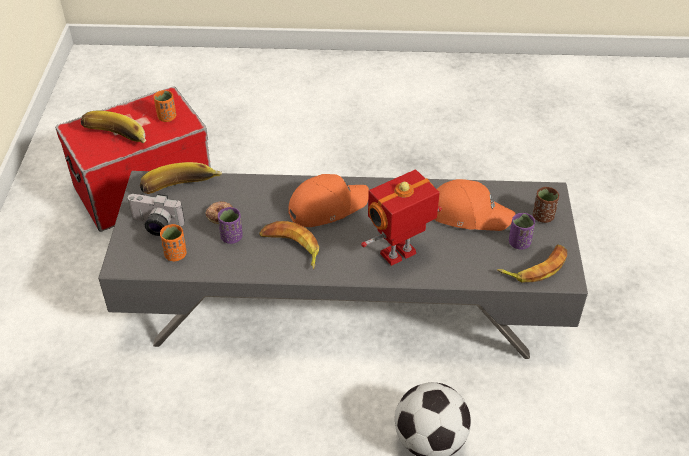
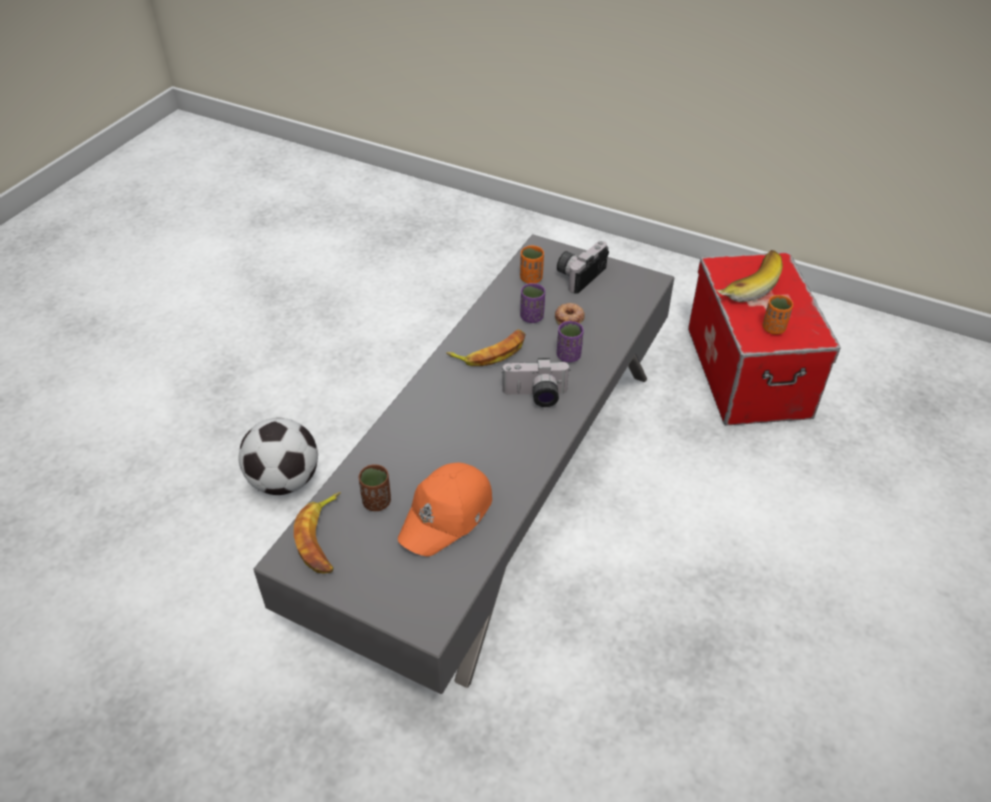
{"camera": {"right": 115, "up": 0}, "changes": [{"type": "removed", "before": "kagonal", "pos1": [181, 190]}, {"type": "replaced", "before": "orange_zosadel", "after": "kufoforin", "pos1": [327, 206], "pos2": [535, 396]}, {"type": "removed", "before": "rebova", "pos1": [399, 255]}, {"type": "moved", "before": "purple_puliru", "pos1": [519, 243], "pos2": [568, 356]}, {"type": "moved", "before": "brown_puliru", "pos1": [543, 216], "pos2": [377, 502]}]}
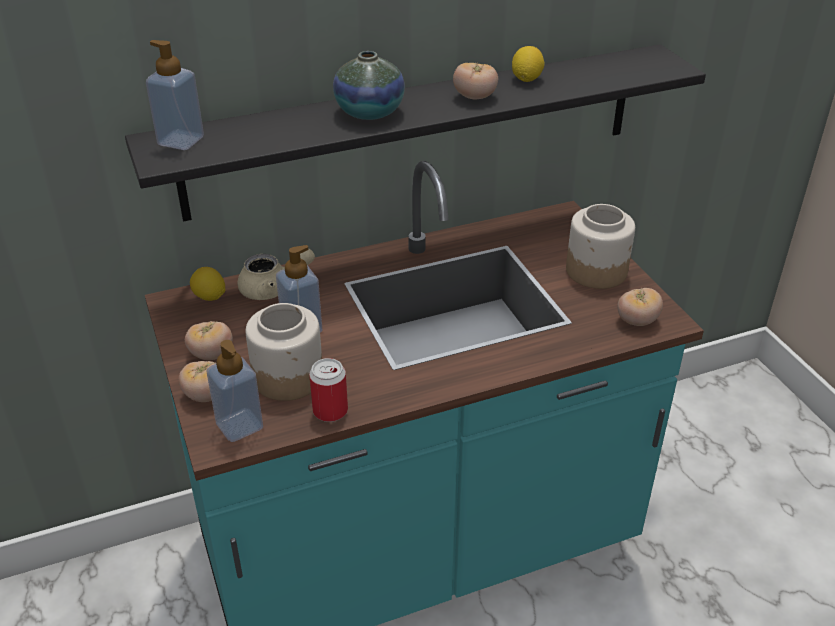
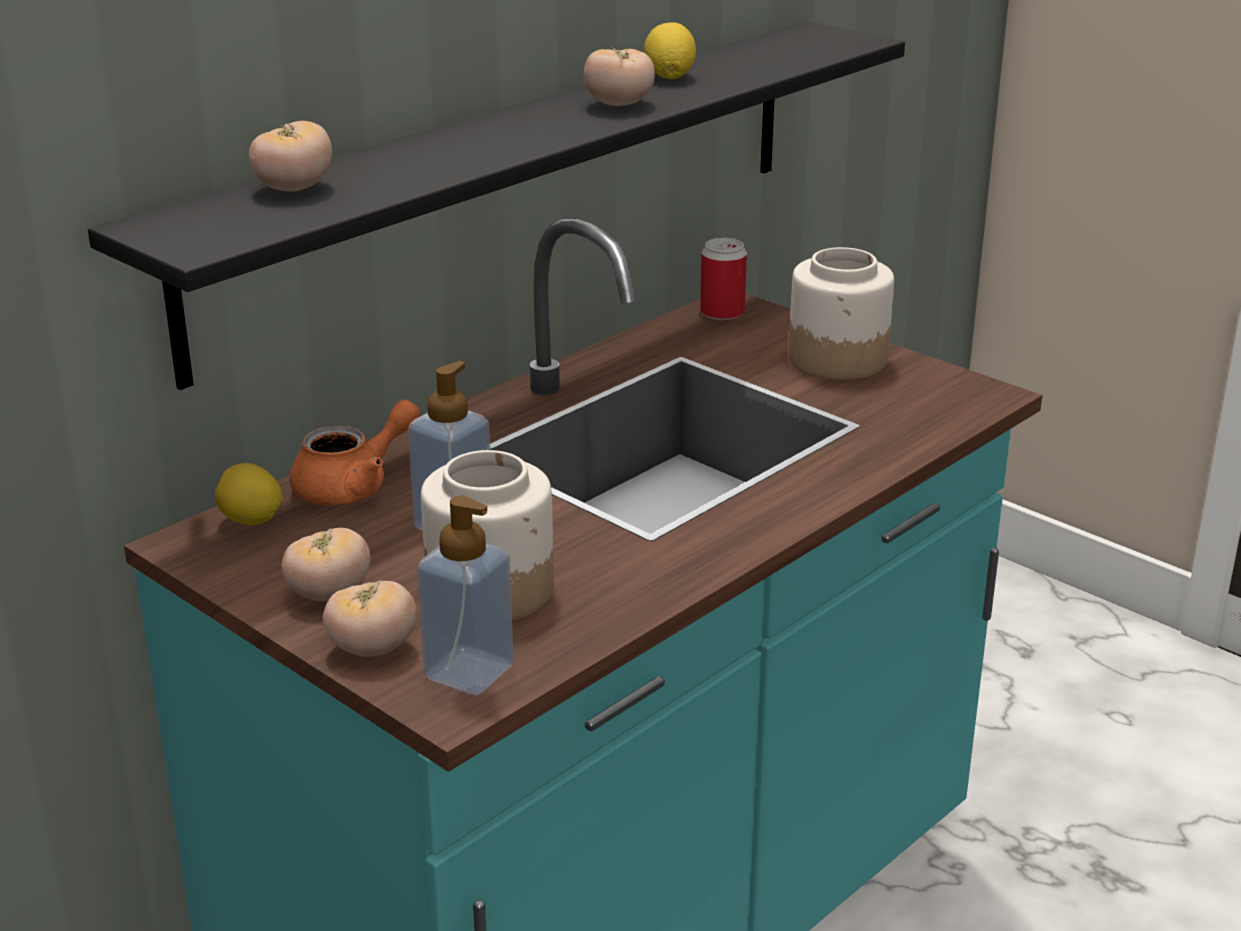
{"camera": {"right": -25, "up": -10}, "changes": [{"type": "removed", "before": "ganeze", "pos1": [181, 141]}, {"type": "recoloured", "before": "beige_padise", "after": "orange_padise", "pos1": [273, 288], "pos2": [354, 486]}, {"type": "moved", "before": "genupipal", "pos1": [330, 411], "pos2": [722, 313]}, {"type": "removed", "before": "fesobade", "pos1": [369, 112]}, {"type": "moved", "before": "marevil", "pos1": [637, 321], "pos2": [293, 189]}]}
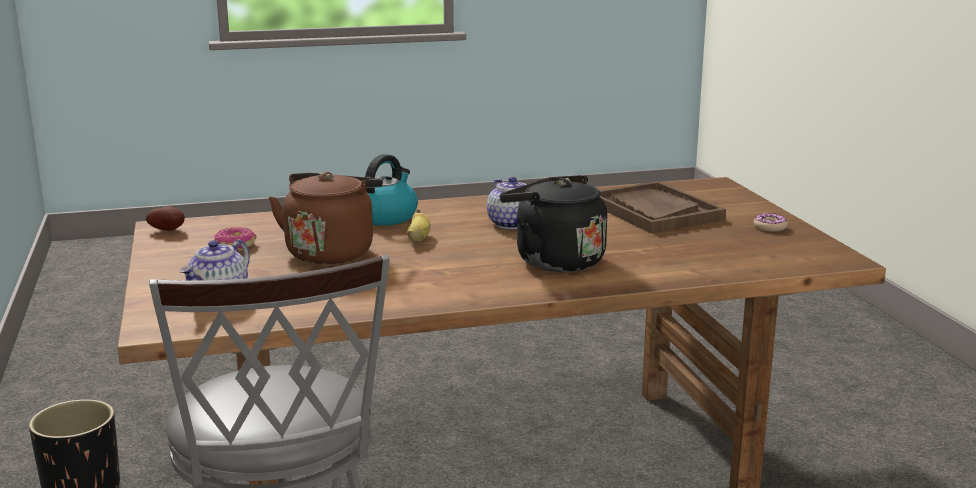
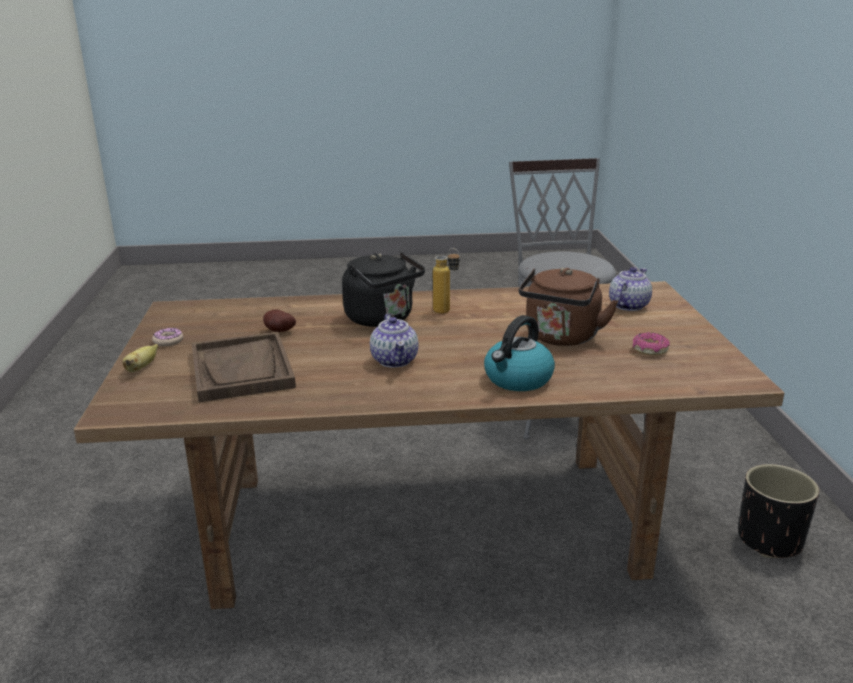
{"camera": {"right": -170, "up": 5}, "changes": [{"type": "moved", "before": "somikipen", "pos1": [168, 230], "pos2": [278, 332]}, {"type": "moved", "before": "kagonal", "pos1": [418, 239], "pos2": [141, 368]}, {"type": "added", "after": "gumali", "pos2": [447, 312]}]}
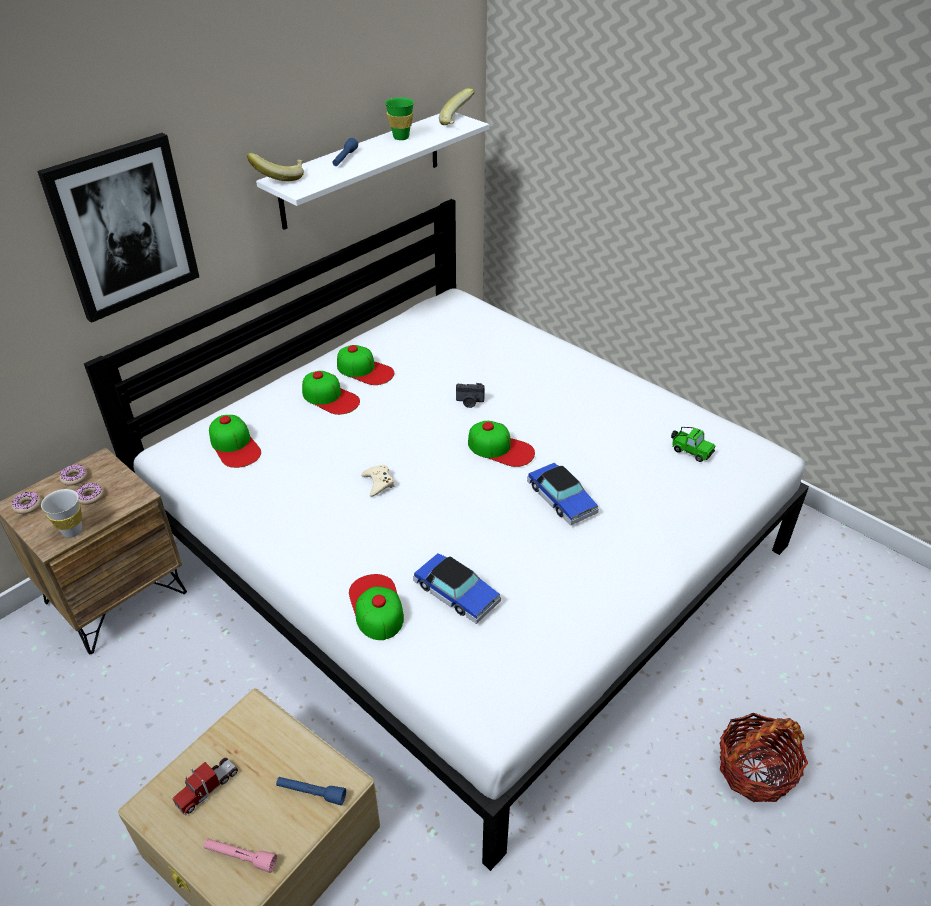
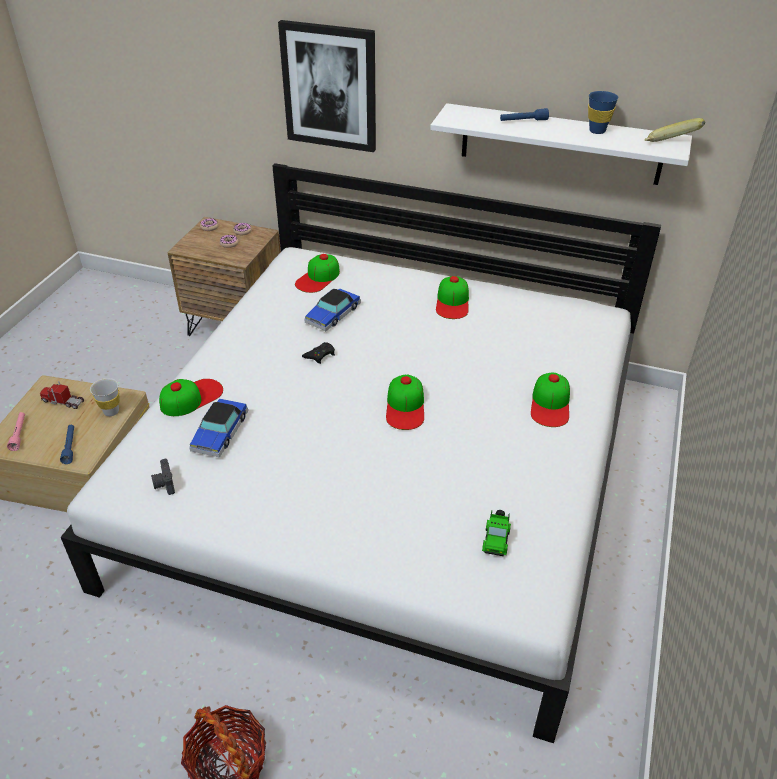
{"camera": {"right": 65, "up": 0}, "changes": [{"type": "moved", "before": "white_puliru", "pos1": [72, 531], "pos2": [111, 411]}, {"type": "removed", "before": "kagonal", "pos1": [280, 178]}, {"type": "moved", "before": "zosadel", "pos1": [330, 397], "pos2": [550, 404]}, {"type": "recoloured", "before": "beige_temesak", "after": "black_temesak", "pos1": [378, 483], "pos2": [320, 355]}, {"type": "recoloured", "before": "green_puliru", "after": "blue_puliru", "pos1": [401, 137], "pos2": [597, 131]}, {"type": "moved", "before": "kufoforin", "pos1": [469, 402], "pos2": [164, 484]}, {"type": "moved", "before": "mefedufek", "pos1": [561, 499], "pos2": [333, 315]}]}
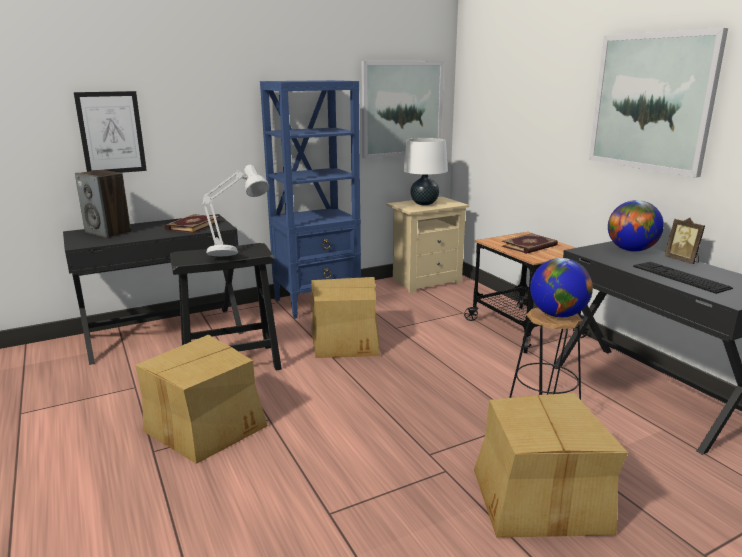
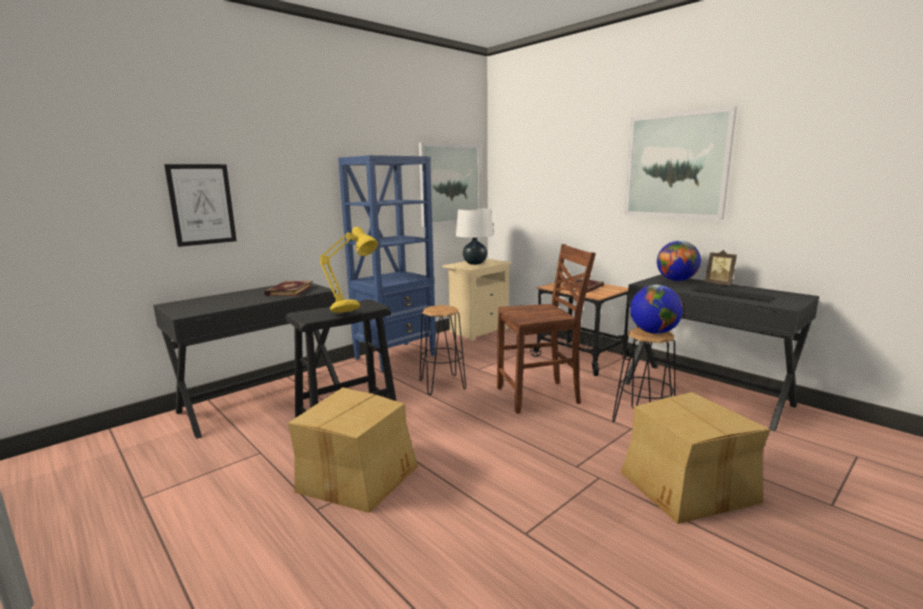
{"camera": {"right": -15, "up": -5}, "changes": [{"type": "removed", "before": "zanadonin", "pos1": [108, 232]}, {"type": "recoloured", "before": "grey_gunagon", "after": "yellow_gunagon", "pos1": [236, 252], "pos2": [352, 308]}, {"type": "replaced", "before": "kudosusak", "after": "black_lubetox", "pos1": [346, 341], "pos2": [442, 384]}, {"type": "added", "after": "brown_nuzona", "pos2": [540, 396]}]}
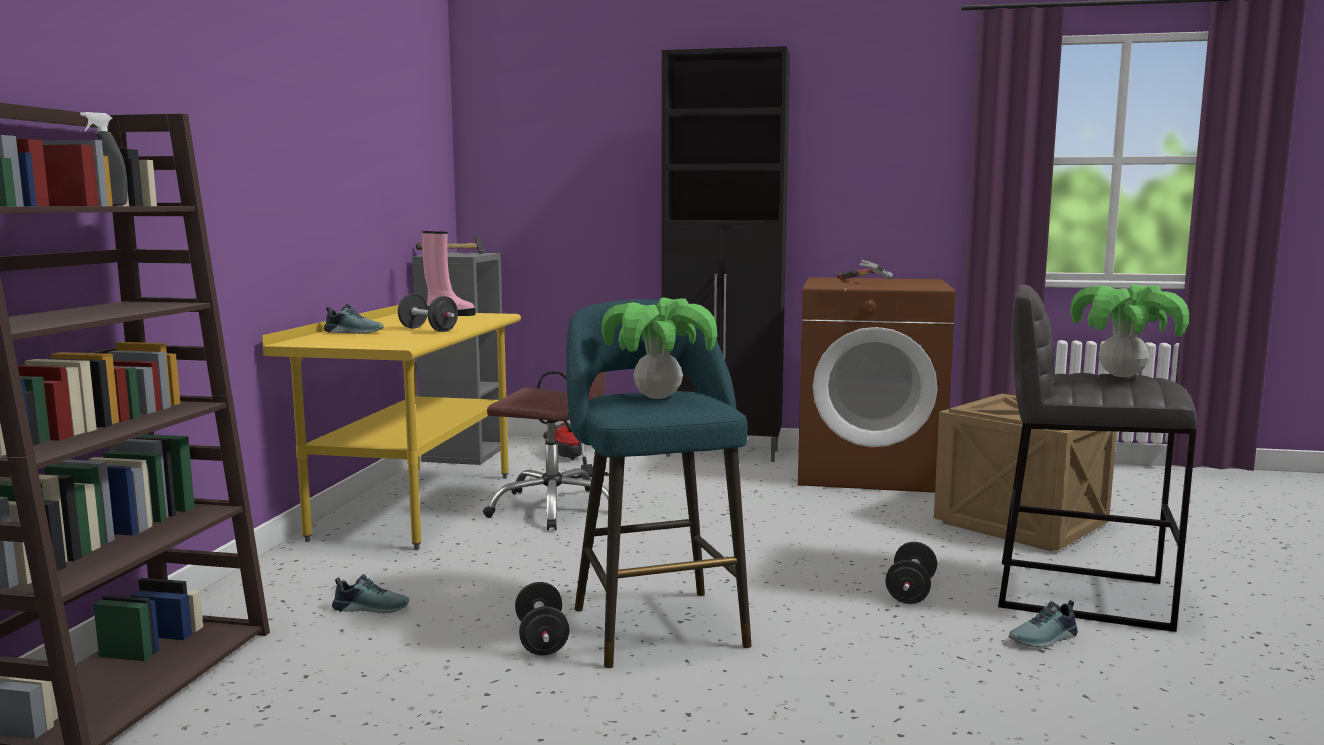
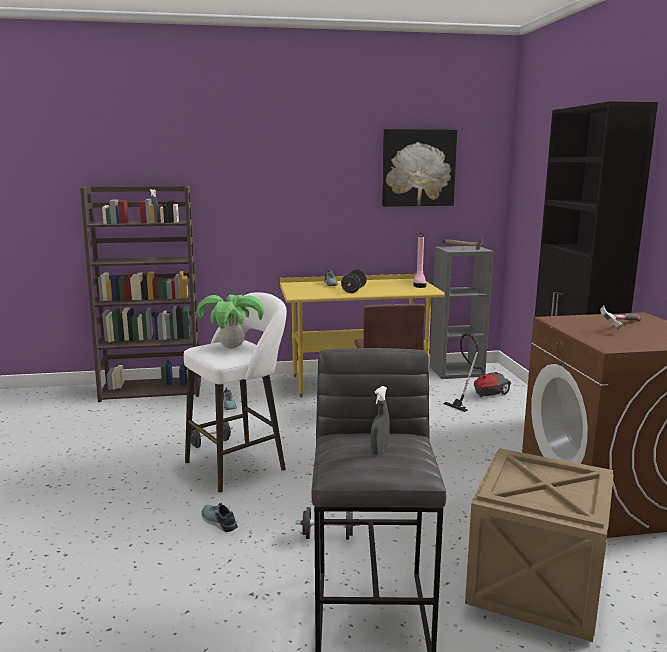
{"camera": {"right": 70, "up": 5}, "changes": [{"type": "recoloured", "before": "turquoise_lubetox", "after": "white_lubetox", "pos1": [655, 622], "pos2": [240, 464]}, {"type": "moved", "before": "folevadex", "pos1": [1045, 639], "pos2": [218, 522]}, {"type": "replaced", "before": "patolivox", "after": "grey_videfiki", "pos1": [1122, 376], "pos2": [379, 450]}, {"type": "added", "after": "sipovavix", "pos2": [418, 168]}]}
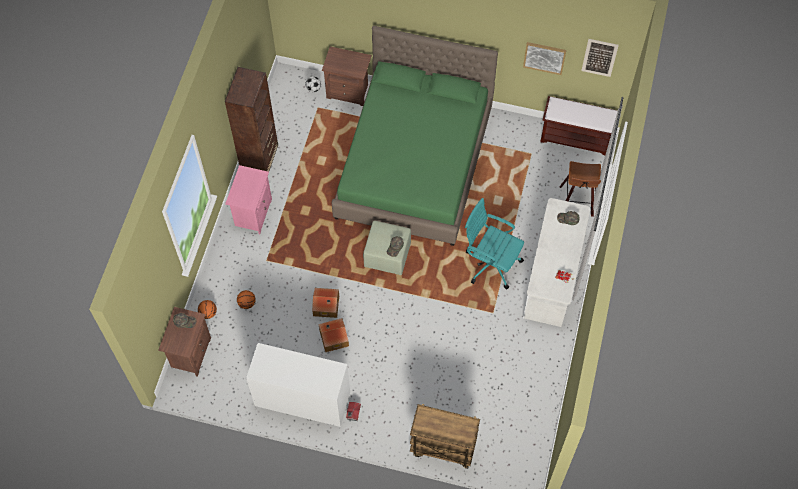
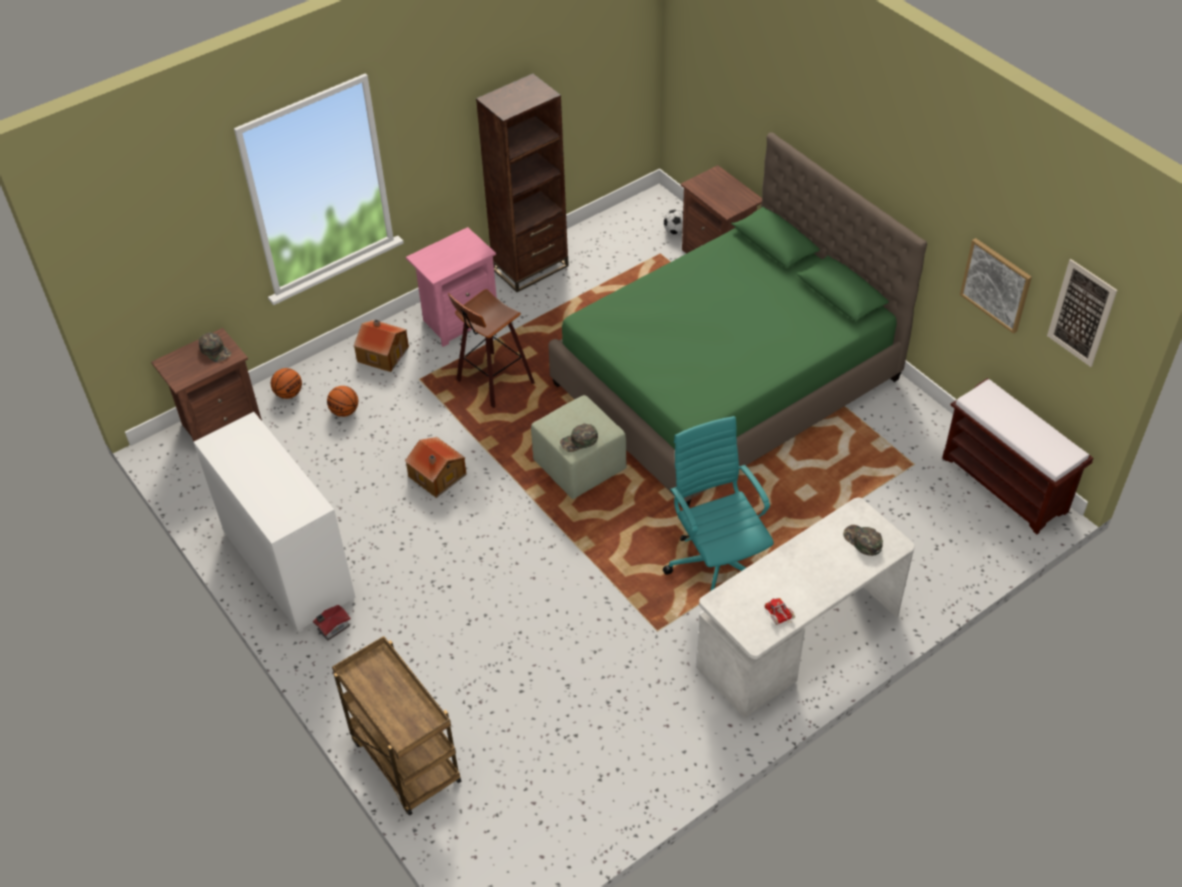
{"camera": {"right": 40, "up": -15}, "changes": [{"type": "moved", "before": "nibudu", "pos1": [333, 338], "pos2": [382, 353]}, {"type": "moved", "before": "lubetox", "pos1": [577, 202], "pos2": [492, 382]}]}
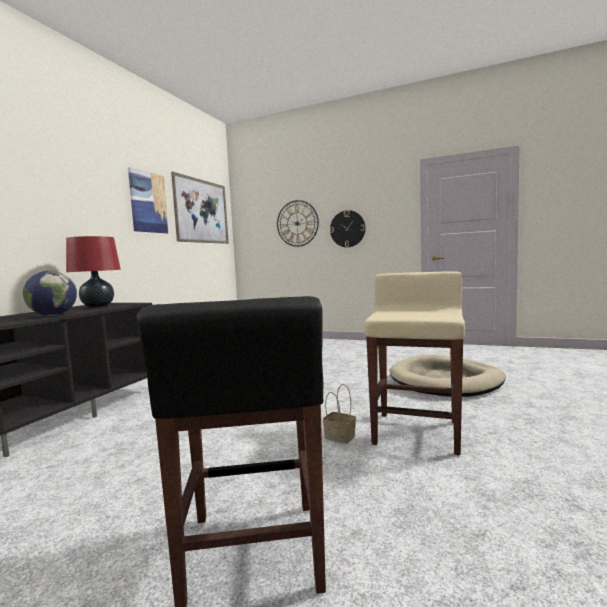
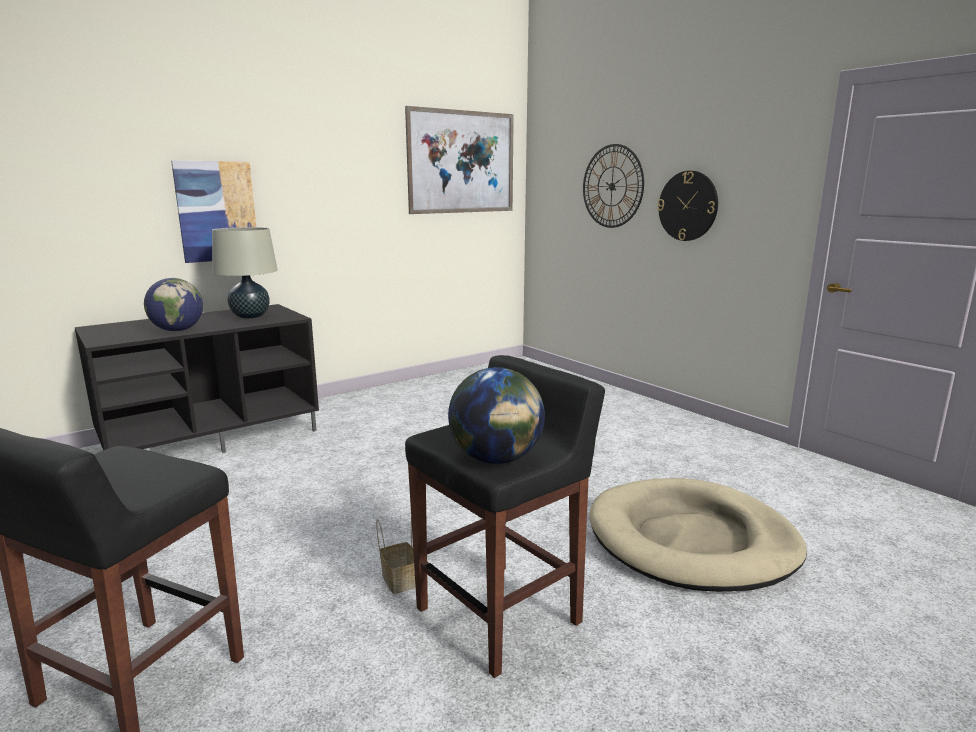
{"camera": {"right": 30, "up": 10}, "changes": [{"type": "recoloured", "before": "red_gunagon", "after": "beige_gunagon", "pos1": [98, 306], "pos2": [250, 316]}, {"type": "moved", "before": "sipovavix", "pos1": [148, 202], "pos2": [217, 211]}, {"type": "recoloured", "before": "beige_lubetox", "after": "black_lubetox", "pos1": [417, 432], "pos2": [500, 615]}, {"type": "added", "after": "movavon", "pos2": [496, 459]}]}
